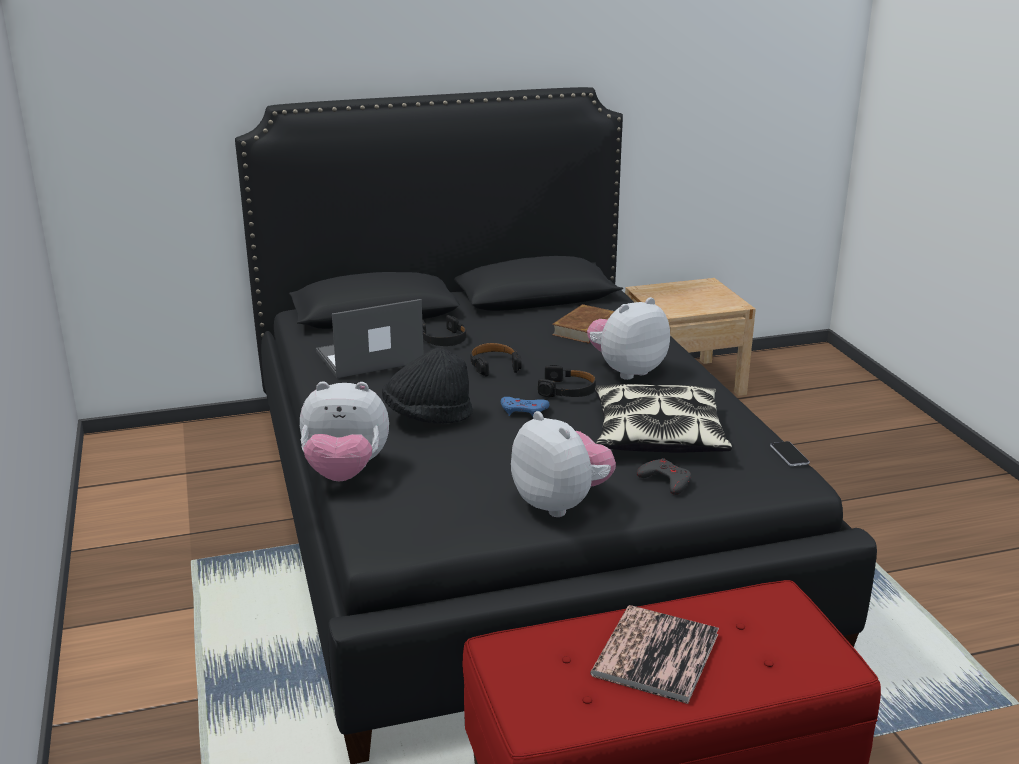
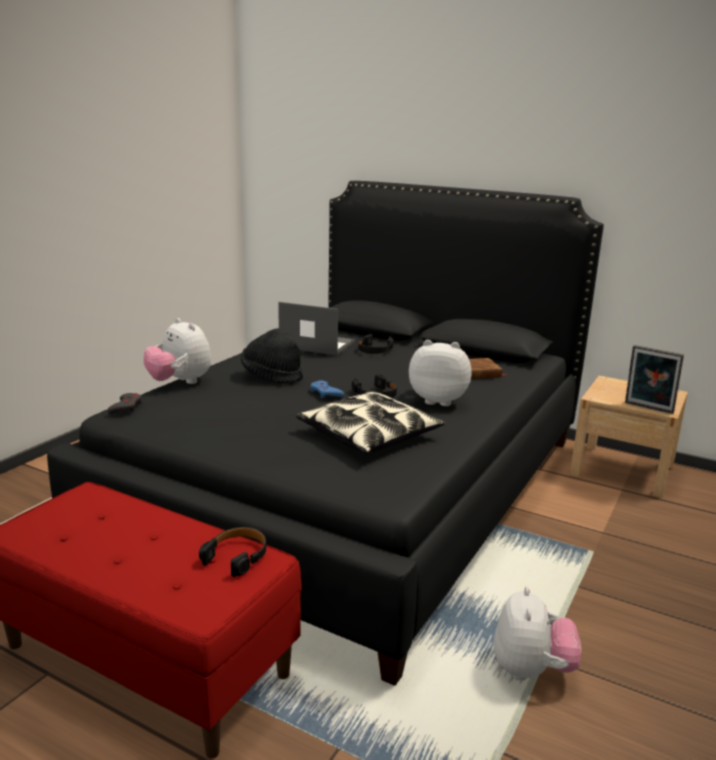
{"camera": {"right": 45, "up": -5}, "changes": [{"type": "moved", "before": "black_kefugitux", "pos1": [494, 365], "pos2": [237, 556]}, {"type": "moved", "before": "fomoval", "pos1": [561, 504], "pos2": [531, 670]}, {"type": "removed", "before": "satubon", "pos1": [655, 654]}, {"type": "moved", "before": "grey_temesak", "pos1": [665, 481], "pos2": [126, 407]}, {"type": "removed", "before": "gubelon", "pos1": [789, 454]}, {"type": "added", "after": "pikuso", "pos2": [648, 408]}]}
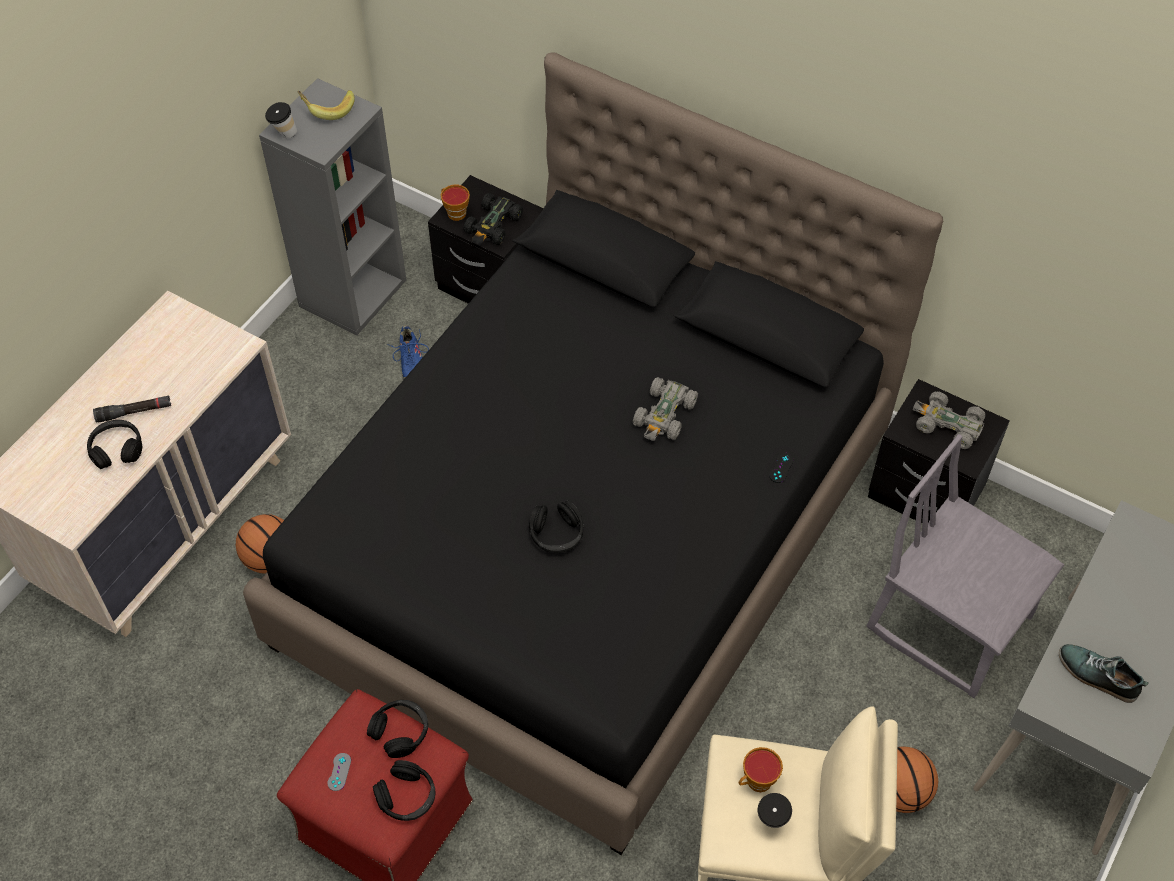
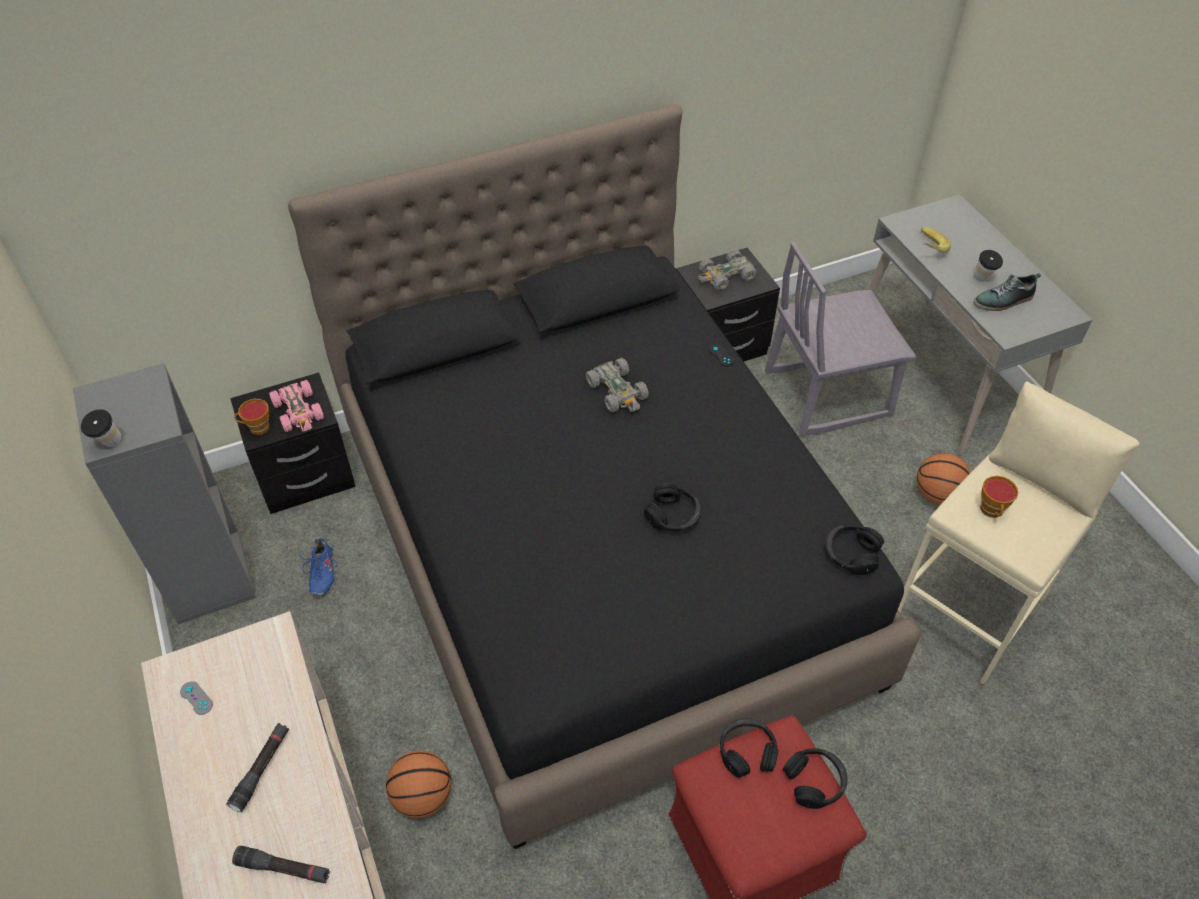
{"camera": {"right": -55, "up": -5}, "changes": [{"type": "moved", "before": "black_kefugitux", "pos1": [117, 449], "pos2": [851, 554]}, {"type": "moved", "before": "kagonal", "pos1": [327, 109], "pos2": [927, 249]}, {"type": "moved", "before": "grey_temesak", "pos1": [339, 772], "pos2": [196, 698]}, {"type": "turned", "before": "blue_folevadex", "pos1": [410, 361], "pos2": [321, 573], "turn": 60}, {"type": "recoloured", "before": "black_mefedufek", "after": "pink_mefedufek", "pos1": [493, 225], "pos2": [299, 411]}, {"type": "moved", "before": "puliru", "pos1": [771, 823], "pos2": [983, 279]}, {"type": "added", "after": "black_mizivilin", "pos2": [283, 868]}]}
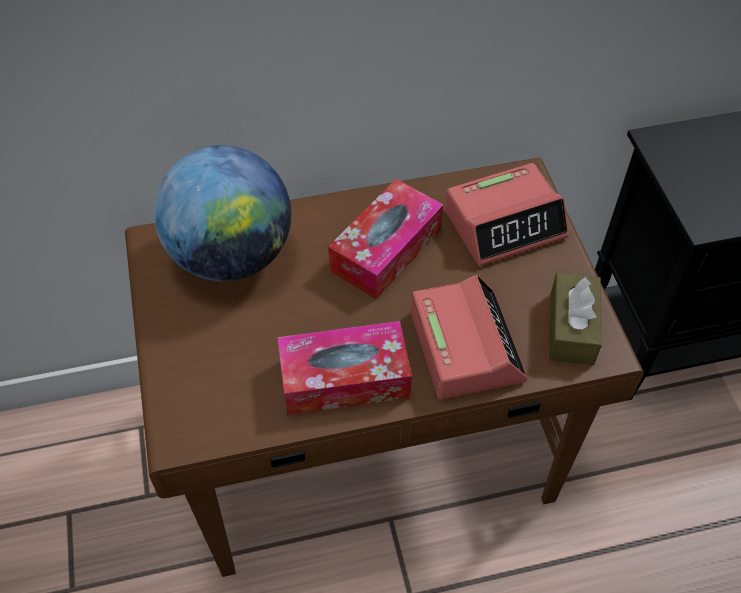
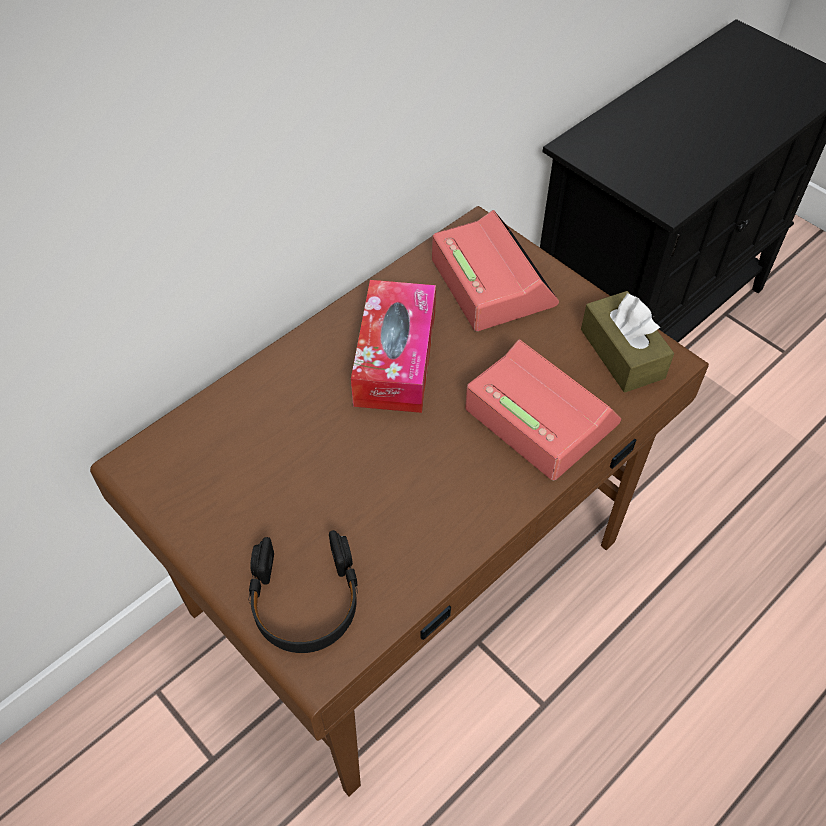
{"camera": {"right": -30, "up": 0}, "changes": [{"type": "removed", "before": "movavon", "pos1": [231, 256]}, {"type": "removed", "before": "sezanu", "pos1": [344, 378]}, {"type": "turned", "before": "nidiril", "pos1": [505, 224], "pos2": [492, 282], "turn": -60}, {"type": "added", "after": "black_kefugitux", "pos2": [305, 600]}]}
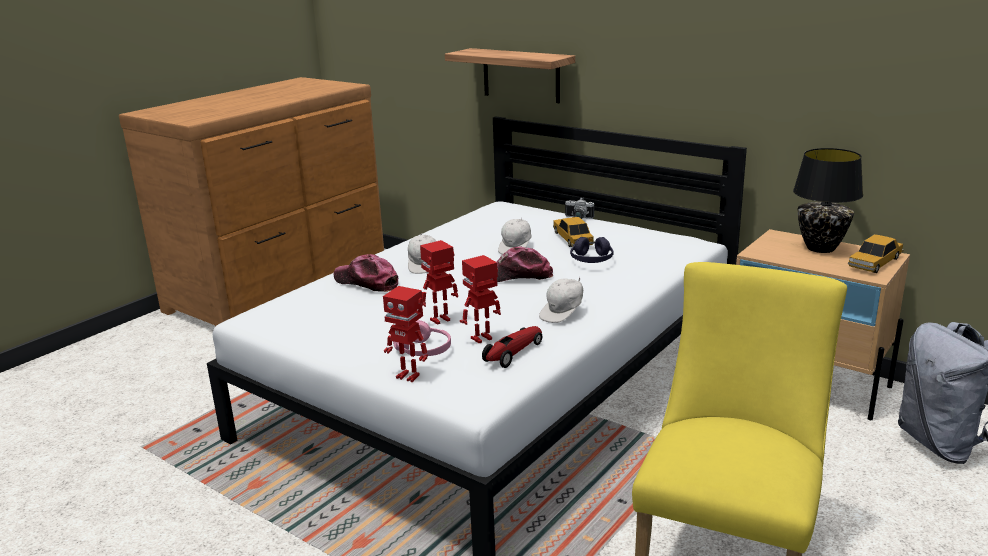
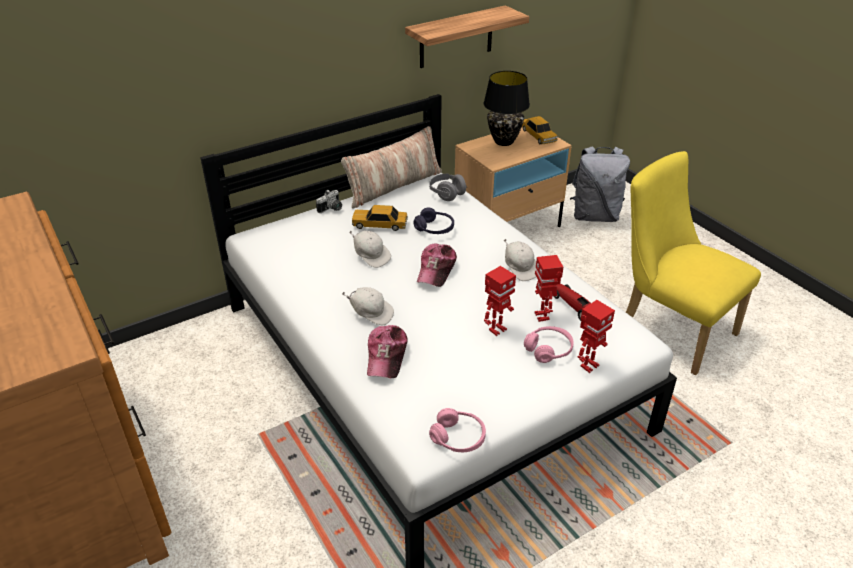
{"camera": {"right": -70, "up": 15}, "changes": [{"type": "turned", "before": "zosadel", "pos1": [367, 282], "pos2": [386, 356], "turn": -45}, {"type": "turned", "before": "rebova", "pos1": [441, 320], "pos2": [496, 329], "turn": -120}, {"type": "moved", "before": "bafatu", "pos1": [521, 75], "pos2": [456, 37]}, {"type": "added", "after": "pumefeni", "pos2": [393, 186]}, {"type": "added", "after": "grey_kefugitux", "pos2": [447, 194]}, {"type": "added", "after": "pink_kefugitux", "pos2": [458, 438]}]}
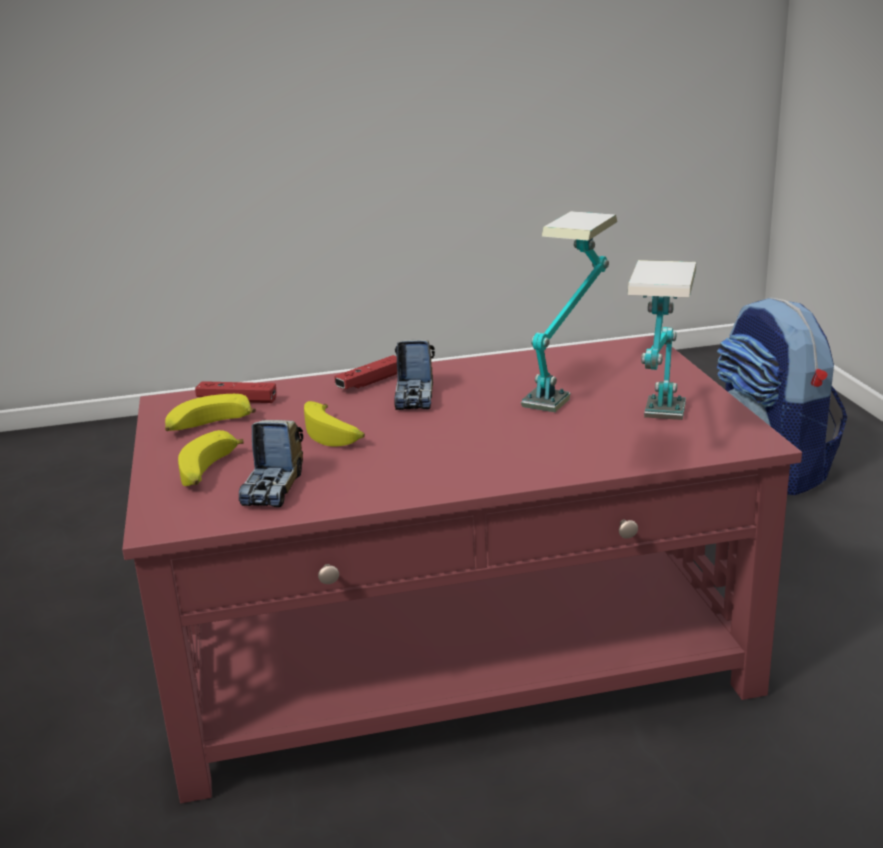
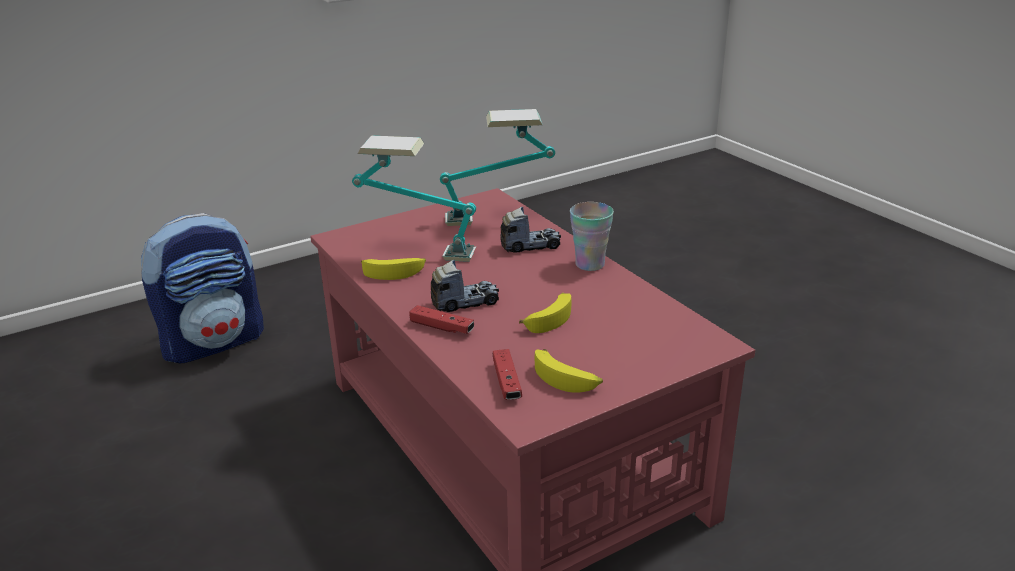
{"camera": {"right": -110, "up": 5}, "changes": [{"type": "moved", "before": "kagonal", "pos1": [209, 472], "pos2": [395, 272]}, {"type": "moved", "before": "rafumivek", "pos1": [274, 487], "pos2": [530, 245]}, {"type": "added", "after": "puliru", "pos2": [590, 264]}]}
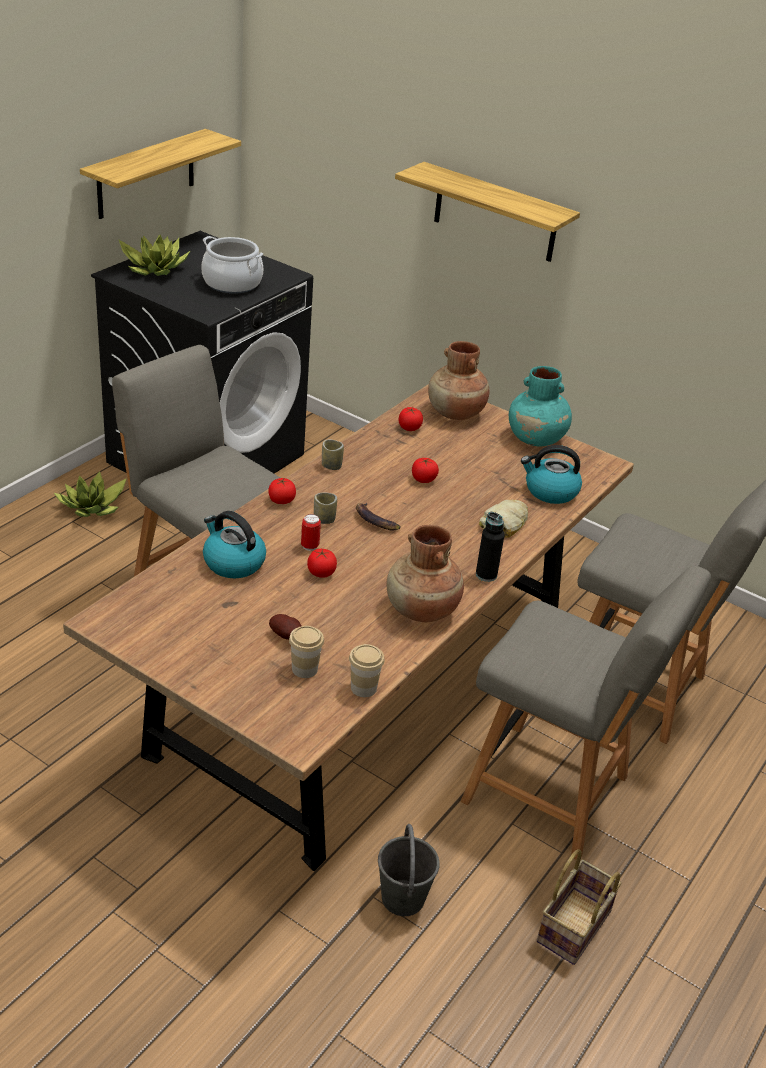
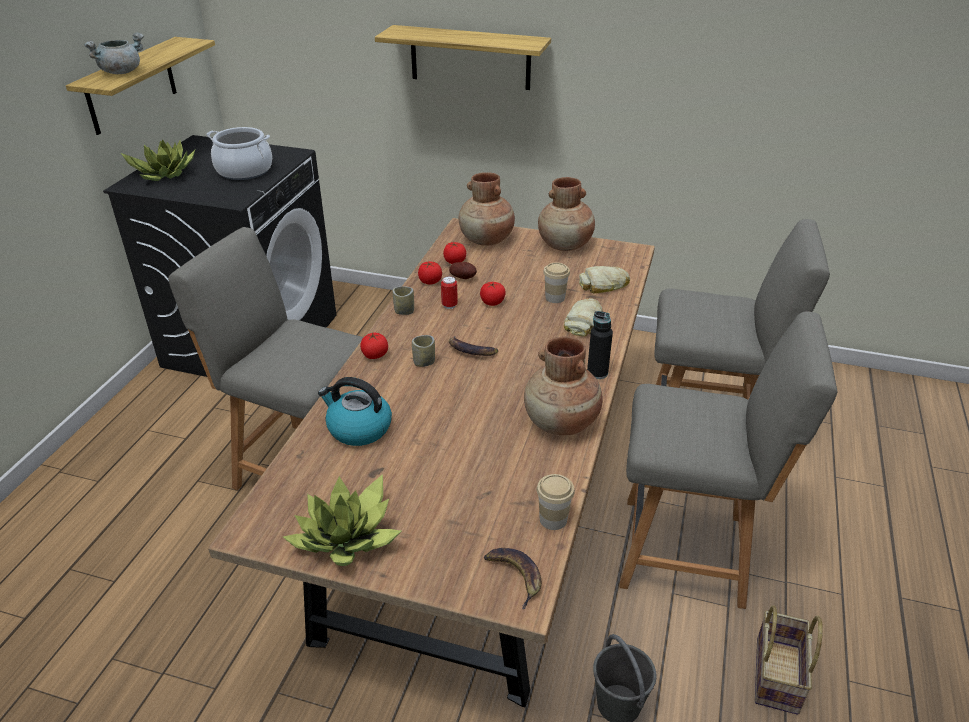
{"camera": {"right": -15, "up": 0}, "changes": [{"type": "moved", "before": "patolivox", "pos1": [93, 507], "pos2": [347, 538]}, {"type": "moved", "before": "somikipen", "pos1": [287, 636], "pos2": [464, 278]}, {"type": "moved", "before": "puliru", "pos1": [304, 669], "pos2": [555, 298]}, {"type": "moved", "before": "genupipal", "pos1": [309, 546], "pos2": [449, 305]}, {"type": "moved", "before": "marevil", "pos1": [321, 573], "pos2": [430, 281]}, {"type": "recoloured", "before": "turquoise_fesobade", "after": "brown_fesobade", "pos1": [536, 439], "pos2": [565, 245]}, {"type": "replaced", "before": "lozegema", "after": "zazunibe", "pos1": [550, 491], "pos2": [604, 285]}, {"type": "added", "after": "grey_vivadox", "pos2": [121, 72]}, {"type": "added", "after": "kagonal", "pos2": [515, 576]}]}
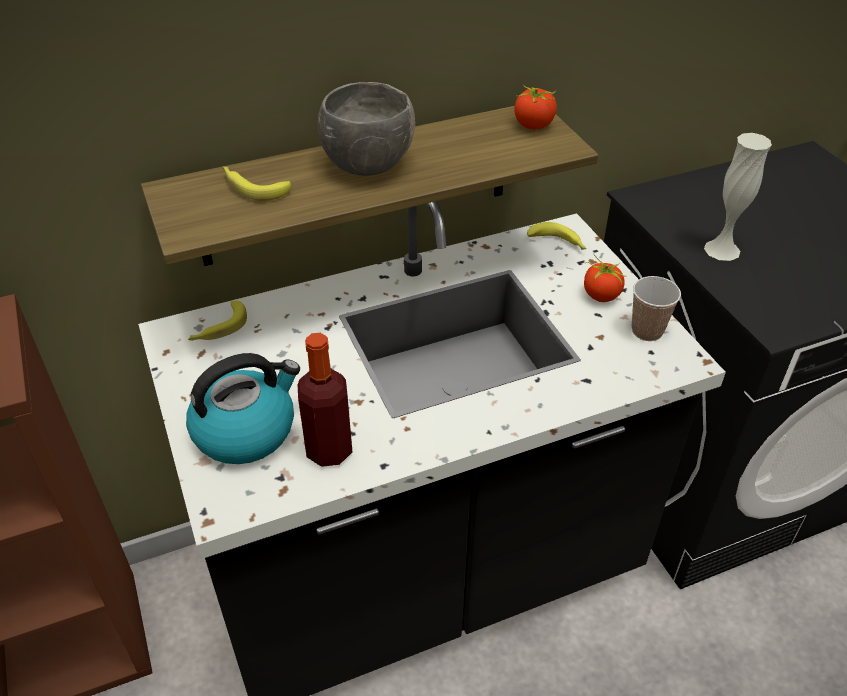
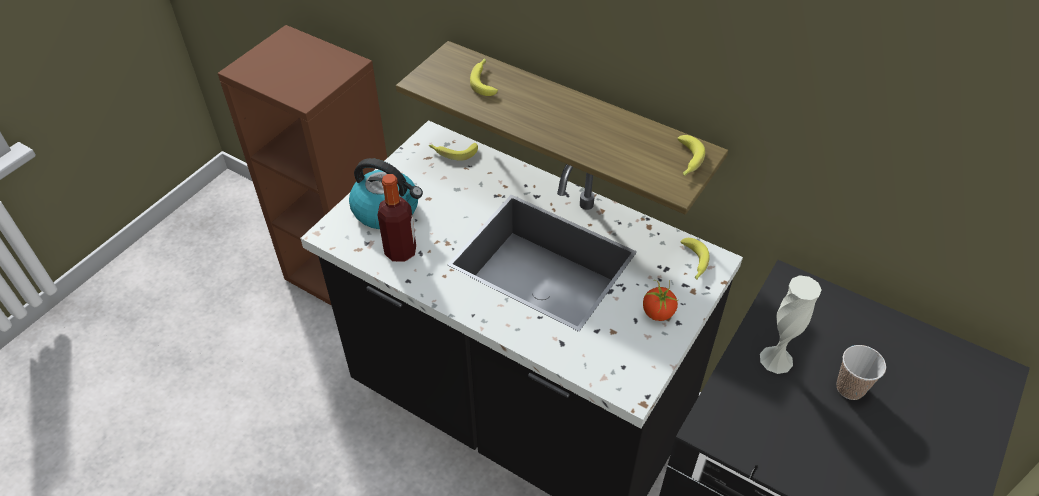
{"camera": {"right": 55, "up": 5}, "changes": [{"type": "removed", "before": "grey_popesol", "pos1": [367, 165]}, {"type": "replaced", "before": "marevil", "after": "kagonal", "pos1": [534, 125], "pos2": [687, 161]}, {"type": "moved", "before": "puliru", "pos1": [647, 331], "pos2": [850, 388]}]}
